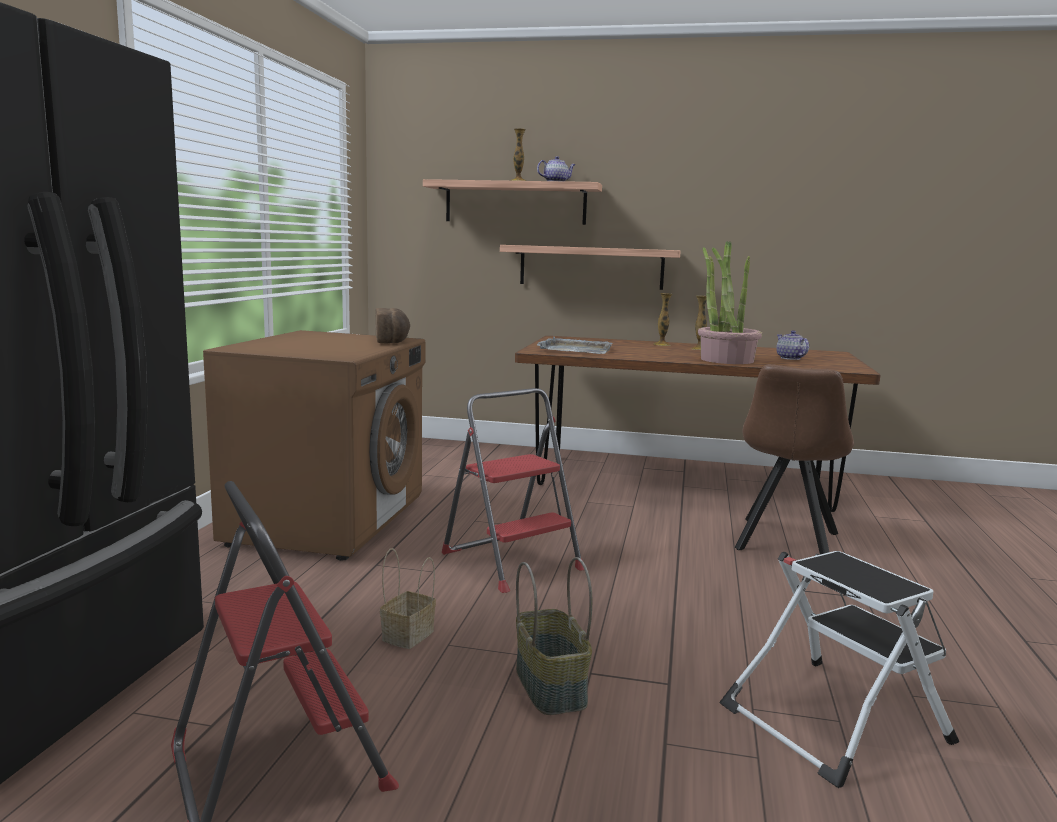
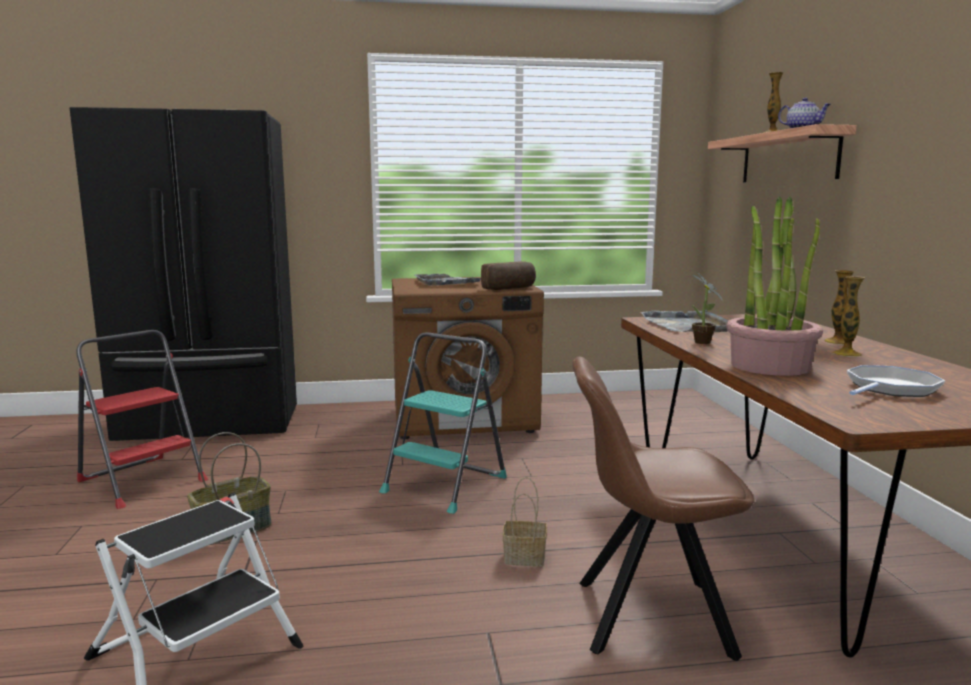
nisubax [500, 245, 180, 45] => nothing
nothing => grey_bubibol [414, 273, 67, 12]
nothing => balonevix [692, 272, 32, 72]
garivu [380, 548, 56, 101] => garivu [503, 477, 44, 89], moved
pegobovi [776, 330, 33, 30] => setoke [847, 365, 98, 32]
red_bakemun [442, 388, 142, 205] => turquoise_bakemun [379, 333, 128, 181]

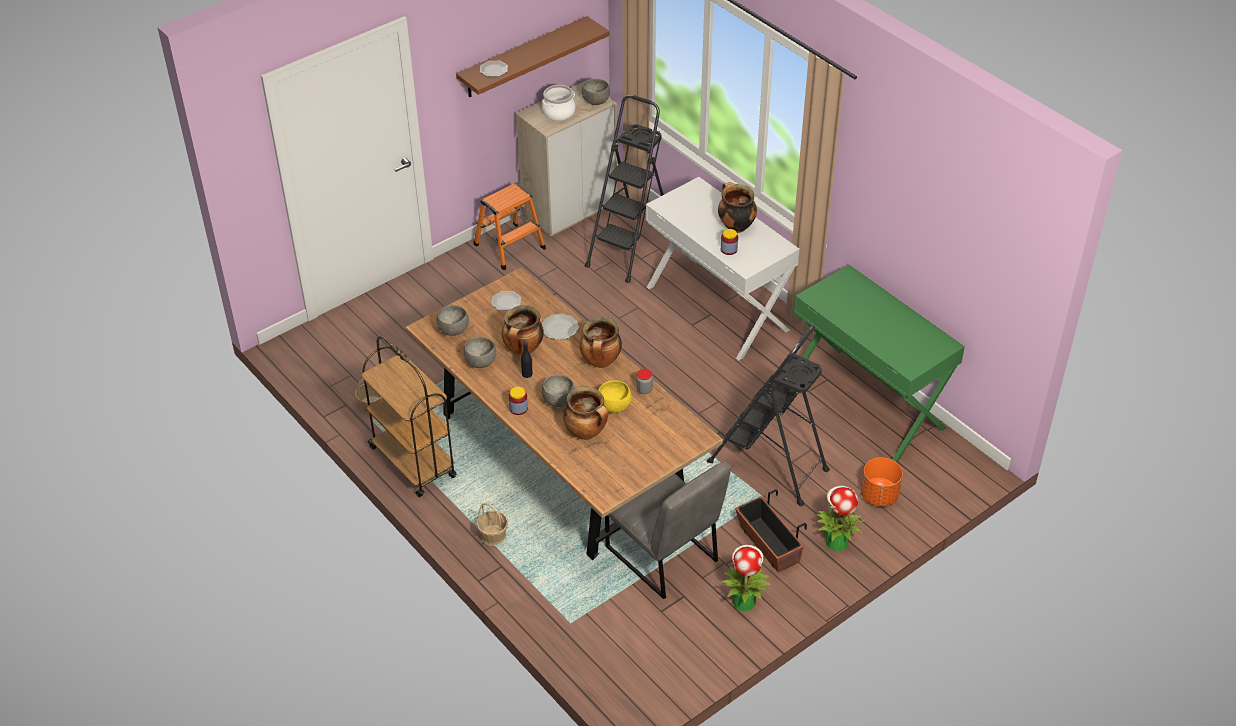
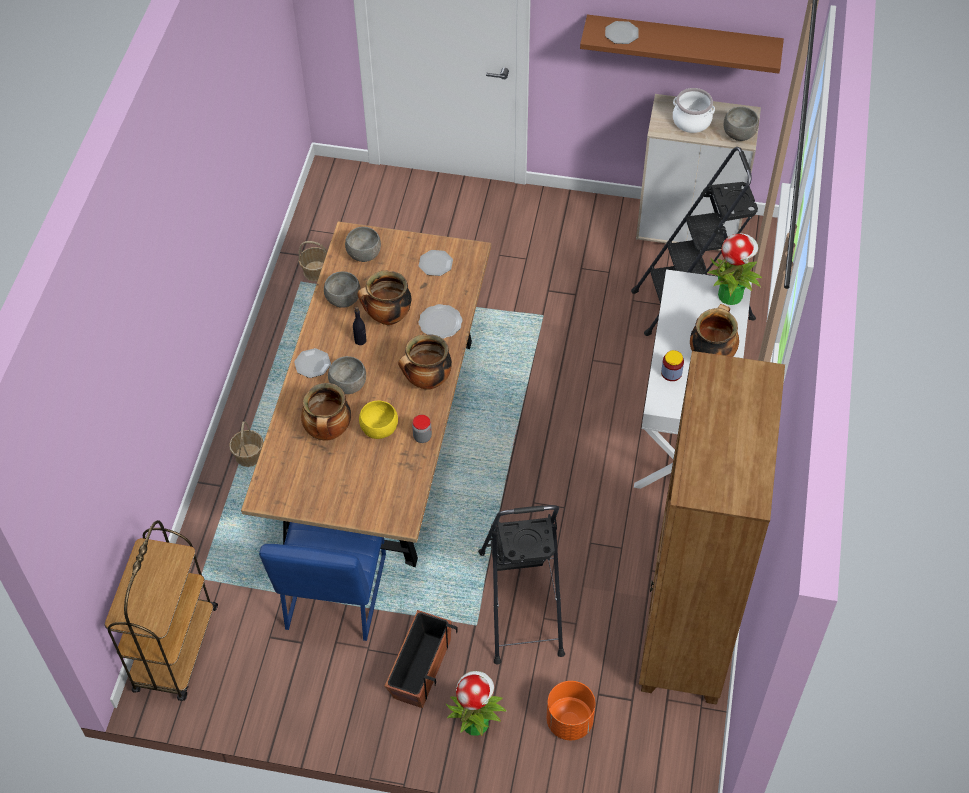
orange_bakemun [473, 182, 73, 88] => nothing
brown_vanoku [361, 336, 96, 161] => brown_vanoku [105, 520, 113, 181], moved
balonevix [722, 545, 50, 66] => balonevix [707, 233, 55, 72], moved
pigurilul [509, 387, 19, 28] => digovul [294, 348, 37, 30]
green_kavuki [794, 265, 171, 197] => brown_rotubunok [639, 351, 146, 354]
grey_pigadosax [605, 462, 126, 137] => blue_pigadosax [259, 522, 127, 119]

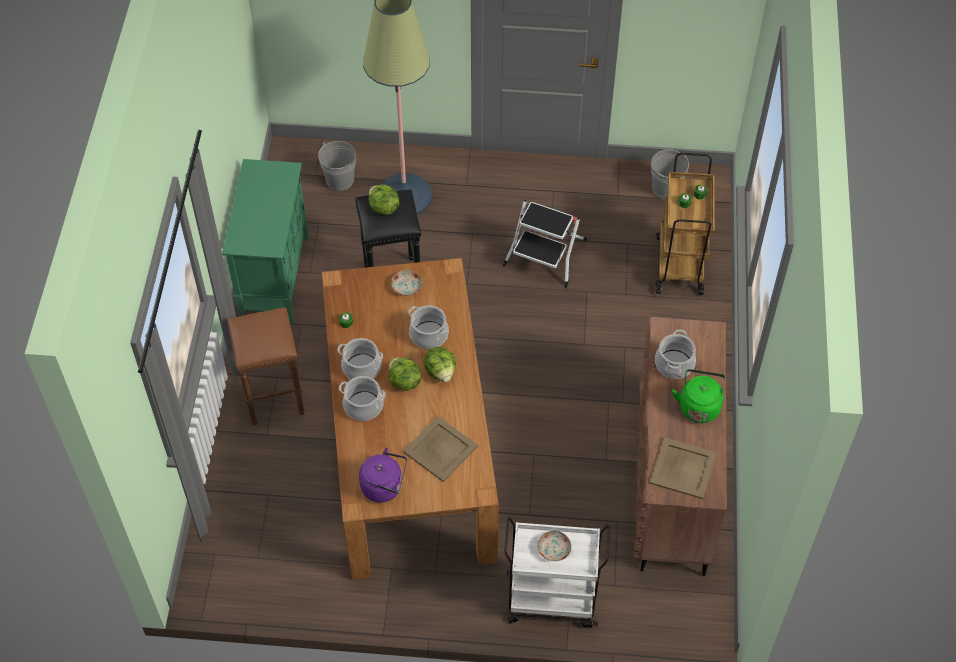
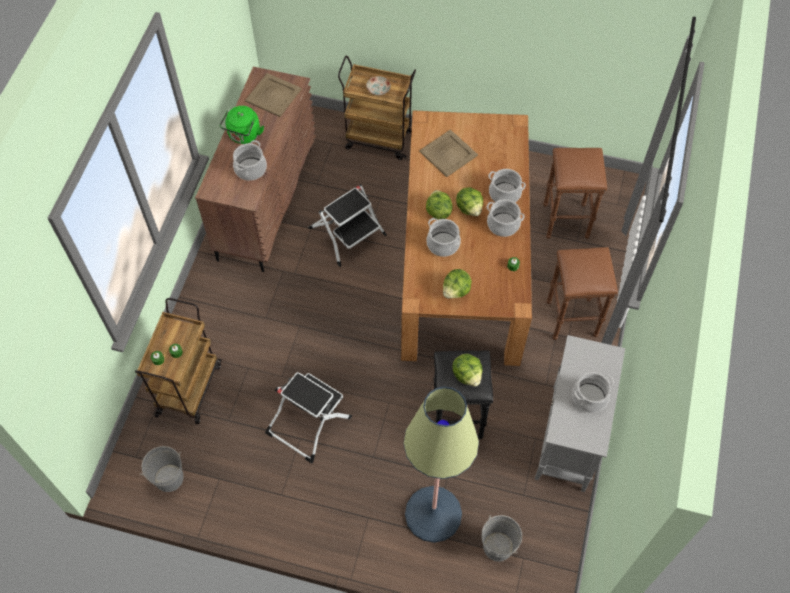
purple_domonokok [359, 448, 48, 54] => nothing
nothing => bakemun [308, 184, 79, 83]
nothing => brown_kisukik [543, 148, 64, 91]
nothing => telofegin [572, 372, 42, 41]
digovul [391, 270, 31, 25] => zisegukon [443, 269, 29, 30]
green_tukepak [222, 159, 87, 165] => grey_tukepak [535, 335, 90, 157]
white_vanoku [505, 517, 105, 112] => brown_vanoku [338, 55, 78, 105]

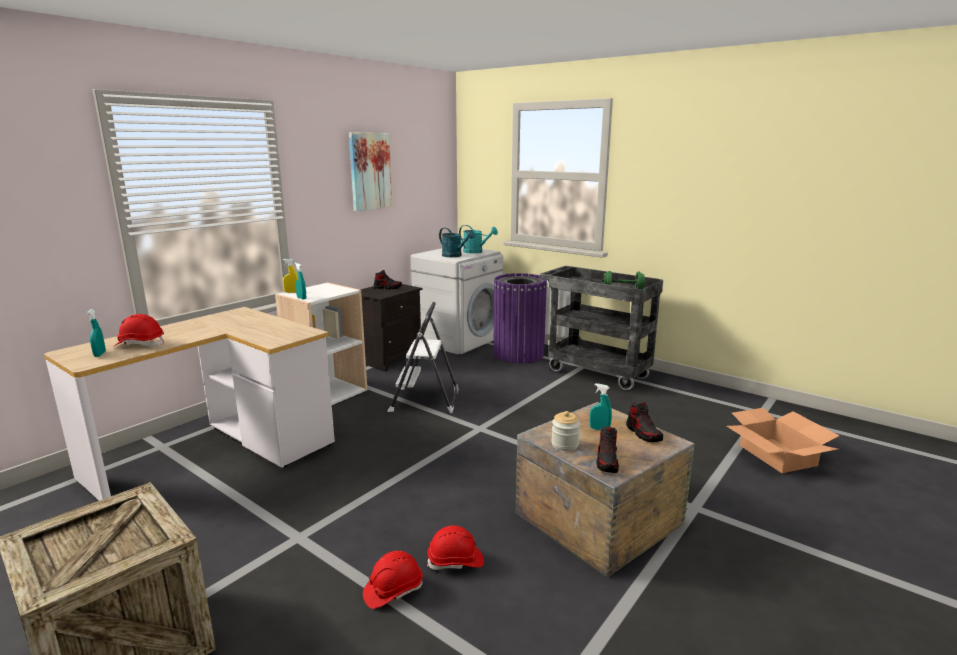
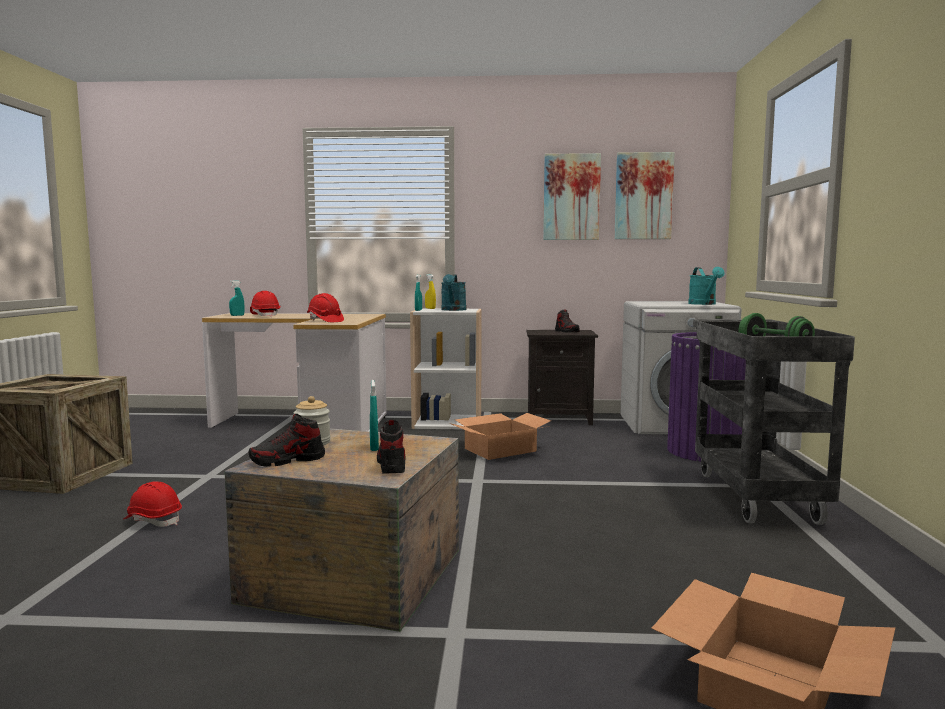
nothing => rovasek [614, 152, 61, 87]
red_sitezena [427, 525, 57, 45] => red_sitezena [307, 293, 37, 29], moved
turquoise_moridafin [439, 228, 36, 29] => turquoise_moridafin [441, 274, 26, 37], moved
white_bakemun [387, 302, 71, 111] => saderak [449, 413, 102, 47]
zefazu [626, 402, 37, 40] => zefazu [377, 420, 29, 54], 135 degrees clockwise

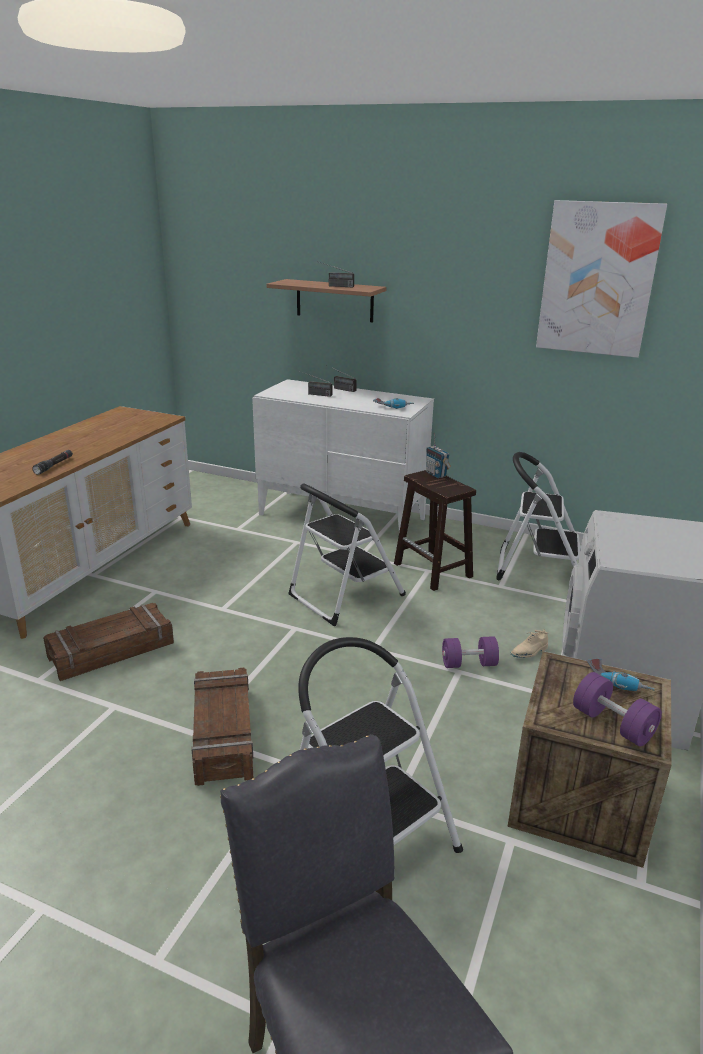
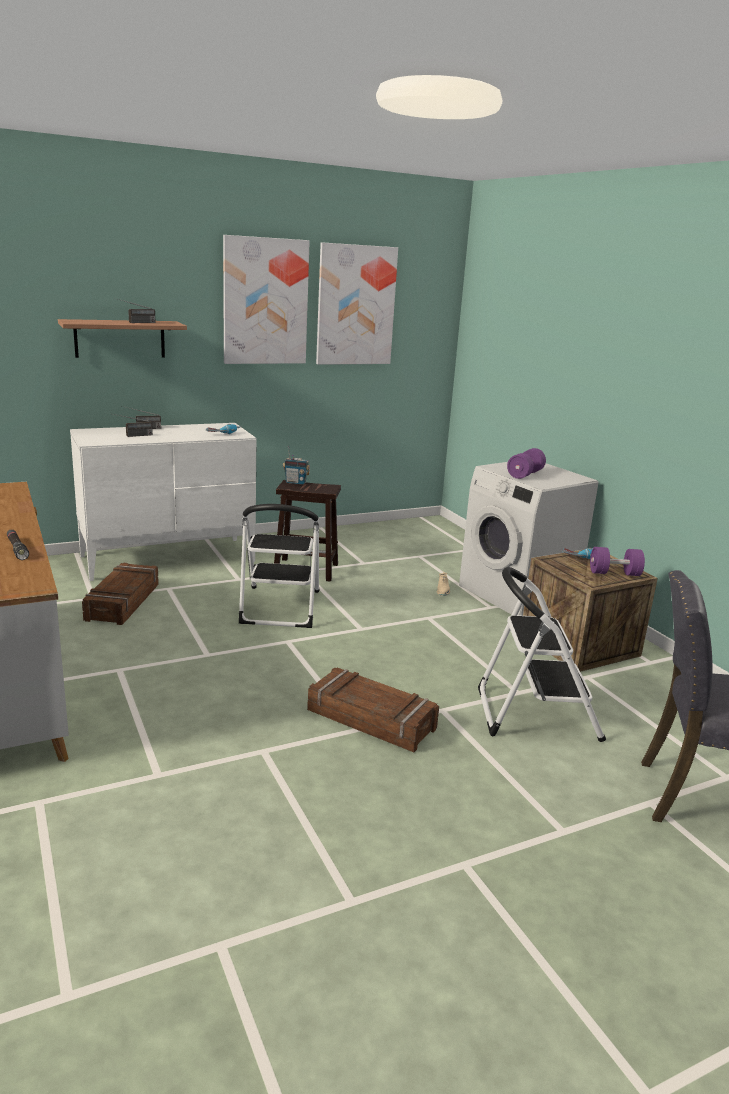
bakemun [496, 452, 85, 128] => nothing
nothing => rovasek [223, 235, 87, 129]
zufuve [43, 603, 131, 78] => zufuve [82, 563, 77, 62], moved
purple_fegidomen [442, 636, 57, 32] => purple_fegidomen [507, 448, 39, 31], moved

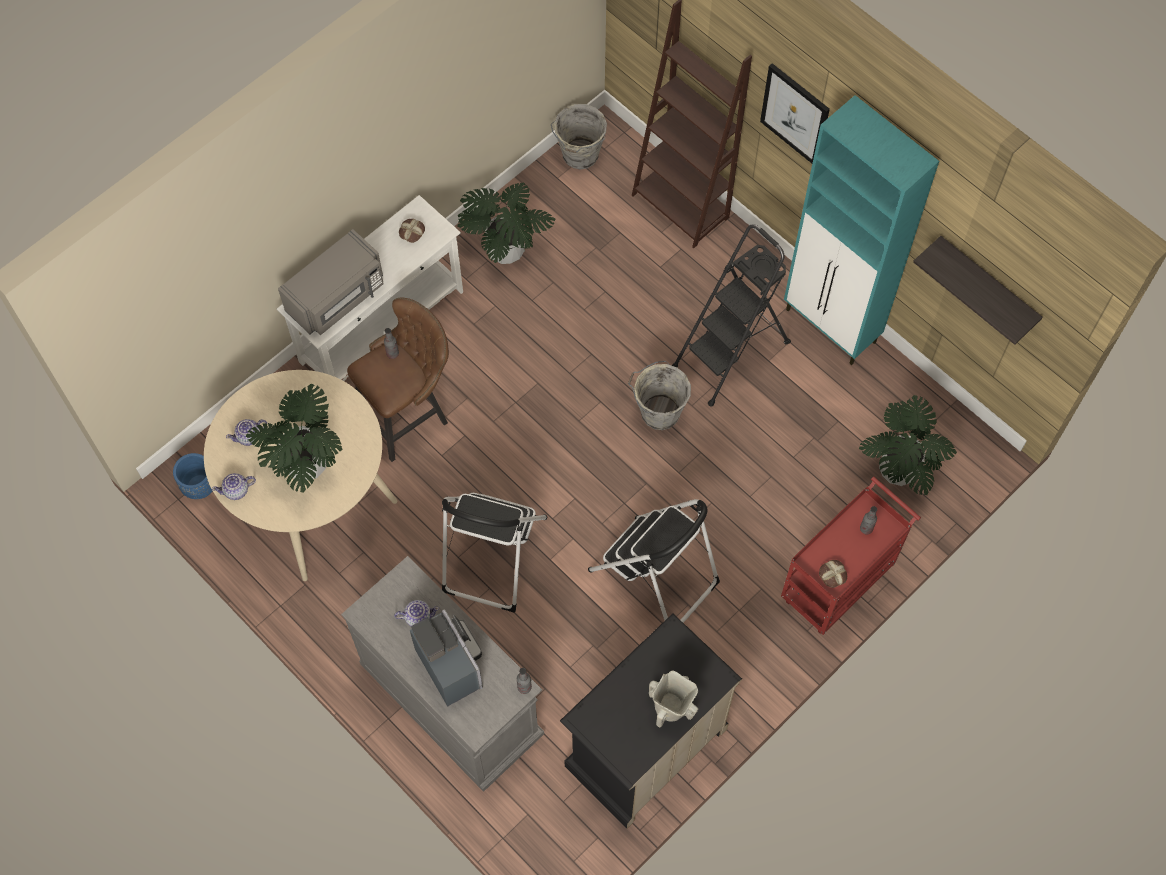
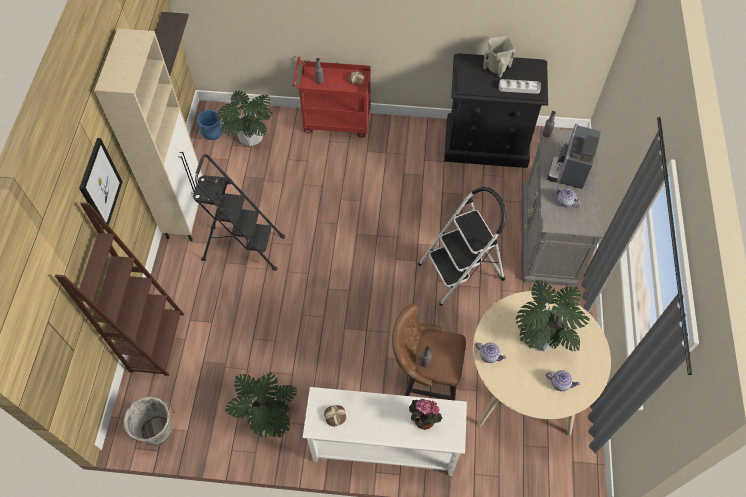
bakemun [588, 499, 132, 124] => nothing
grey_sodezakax [628, 361, 63, 69] => nothing
nothing => grey_bubibol [499, 79, 42, 15]
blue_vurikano [173, 453, 40, 46] => blue_vurikano [197, 110, 26, 30], moved
pegobovi [212, 473, 44, 27] => pegobovi [475, 342, 31, 21], moved
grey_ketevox [278, 229, 106, 106] => balonevix [409, 398, 33, 32]
turquoise_tukepak [784, 95, 155, 270] => beige_tukepak [94, 28, 110, 213]

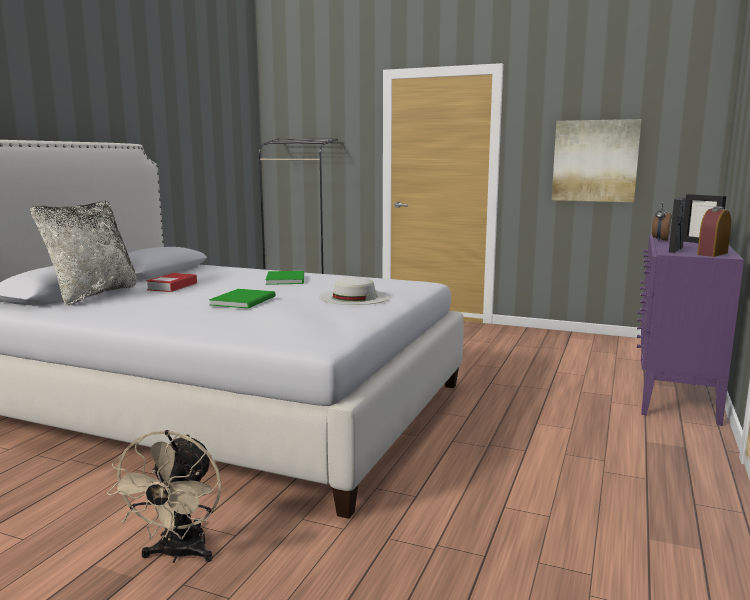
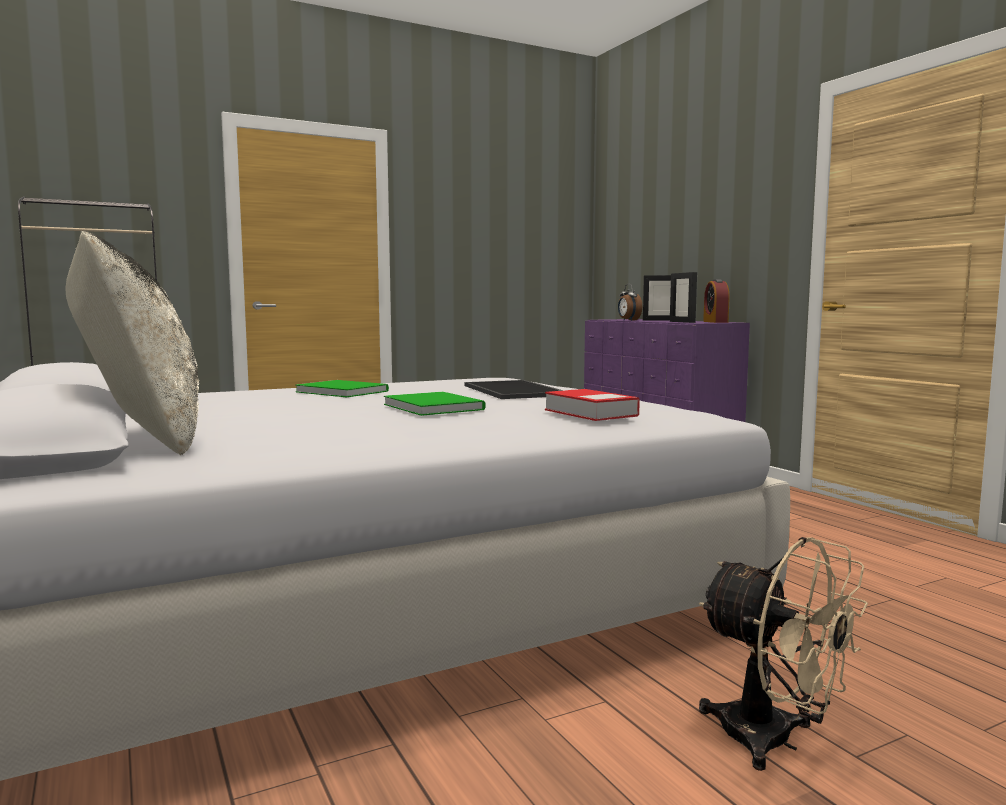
rovasek [552, 119, 89, 83] => nothing
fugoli [146, 273, 51, 19] => fugoli [545, 389, 95, 32], moved
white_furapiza [319, 277, 71, 28] => bubibol [465, 380, 98, 19]

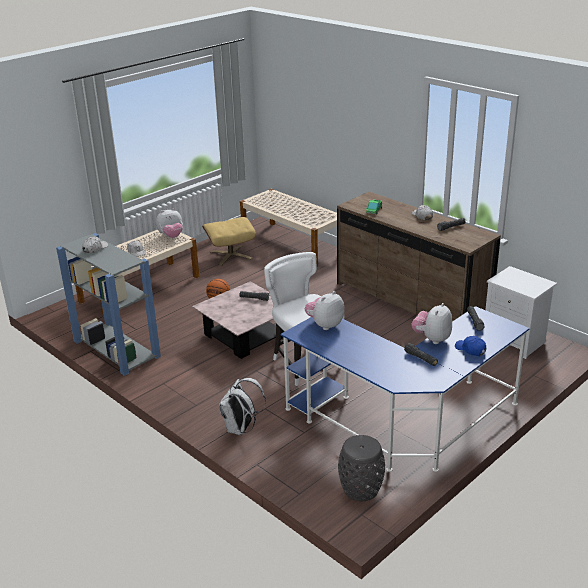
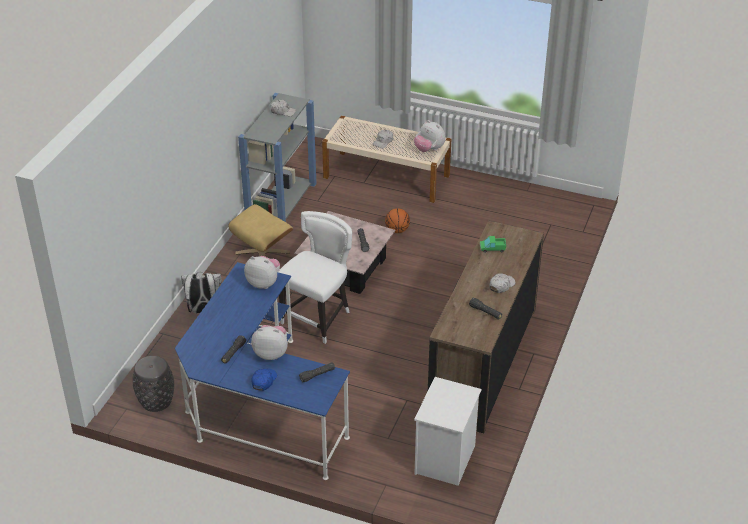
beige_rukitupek [240, 189, 97, 78] => nothing
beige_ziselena [202, 217, 54, 49] => beige_ziselena [228, 204, 65, 53], moved

